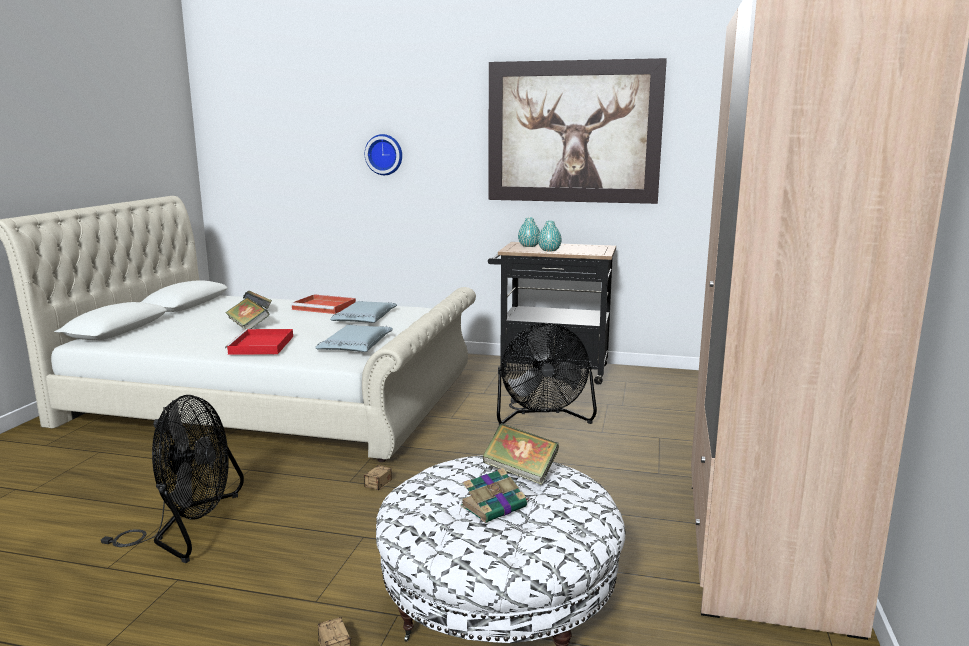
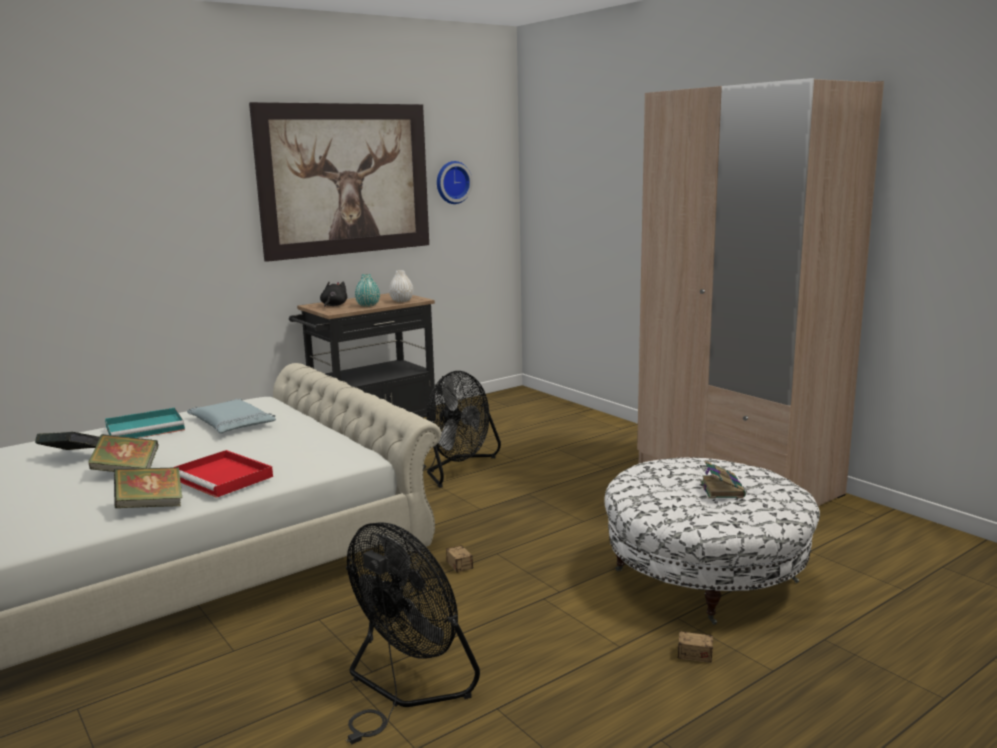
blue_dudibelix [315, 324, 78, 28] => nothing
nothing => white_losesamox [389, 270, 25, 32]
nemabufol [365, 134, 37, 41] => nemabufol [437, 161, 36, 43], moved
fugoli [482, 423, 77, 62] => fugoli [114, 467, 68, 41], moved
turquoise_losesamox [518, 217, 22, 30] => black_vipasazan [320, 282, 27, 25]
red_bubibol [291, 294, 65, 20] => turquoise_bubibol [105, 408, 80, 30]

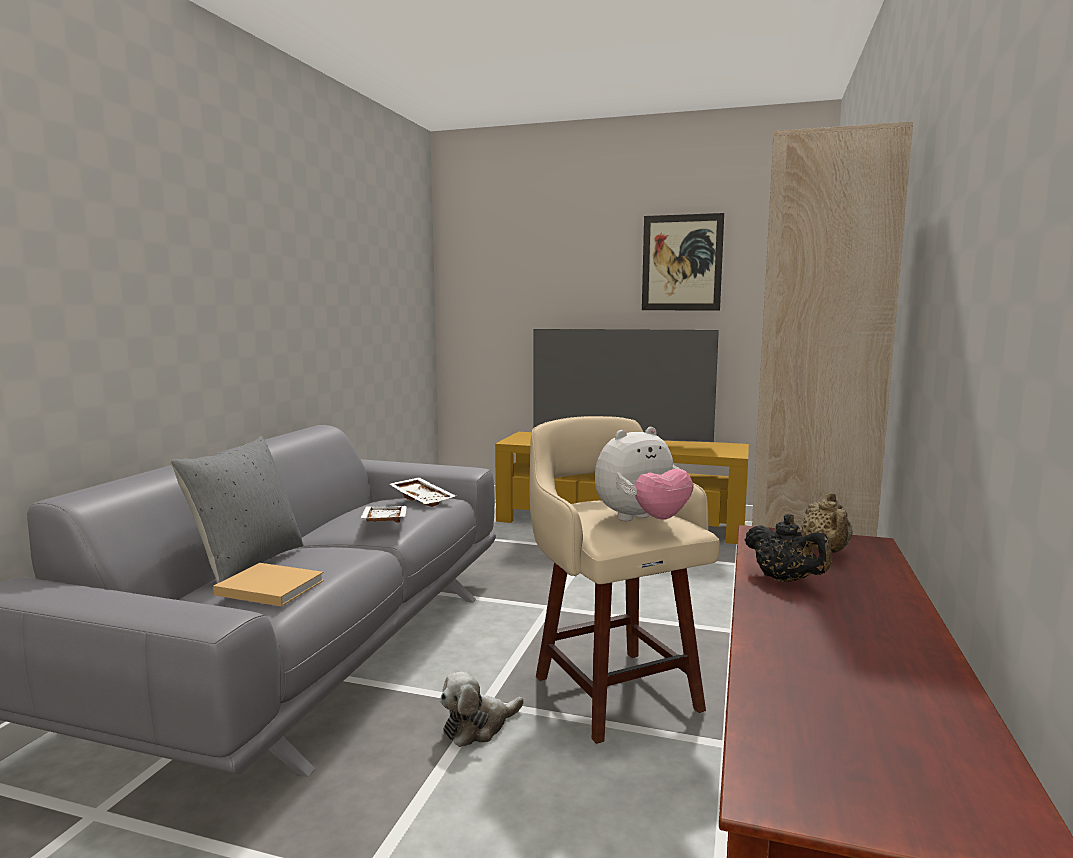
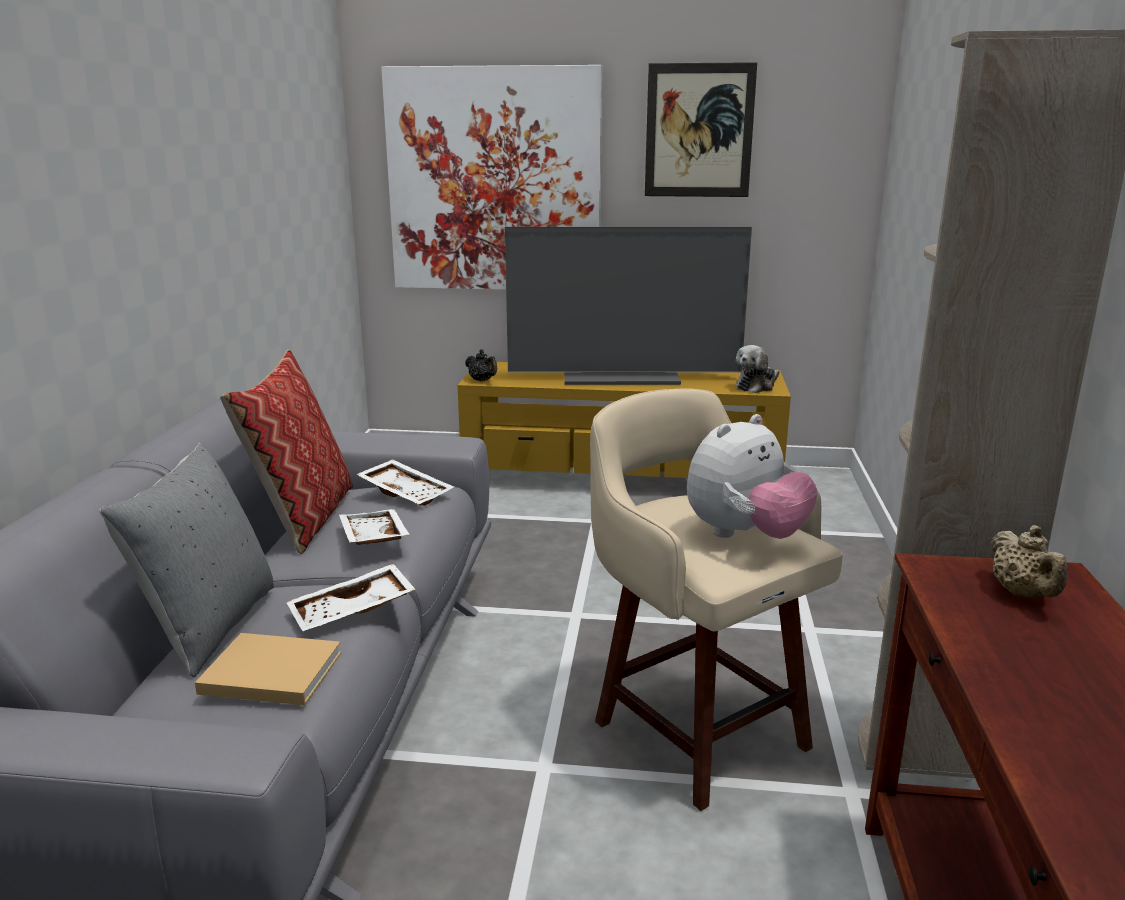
nothing => dudibelix [220, 349, 133, 205]
nothing => white_bubibol [286, 564, 130, 67]
nothing => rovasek [381, 65, 221, 225]
vipasazan [440, 672, 84, 75] => vipasazan [736, 345, 43, 48], moved
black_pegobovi [745, 514, 87, 68] => black_pegobovi [465, 349, 32, 32], moved

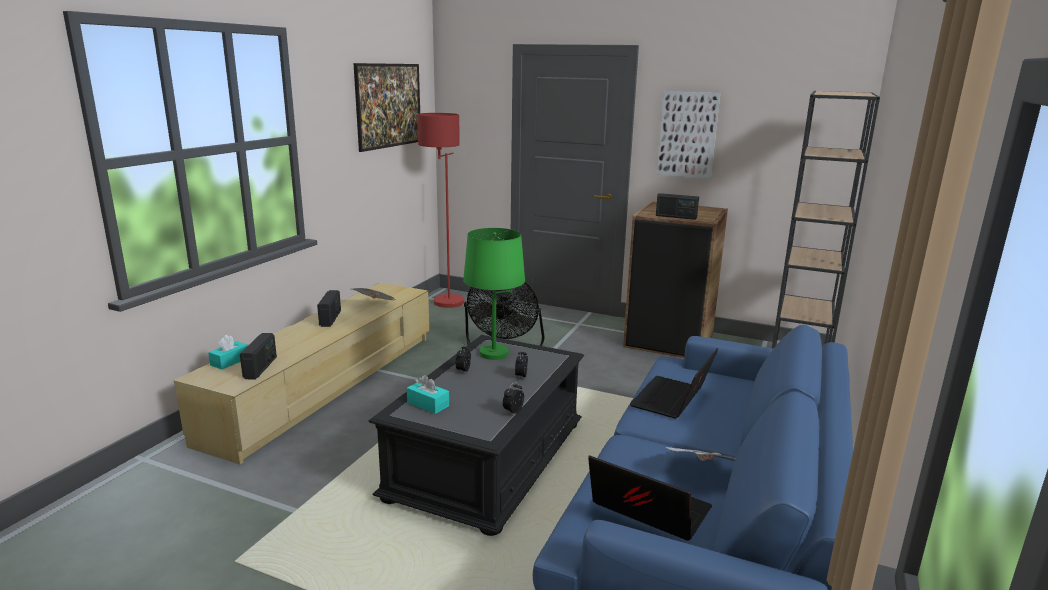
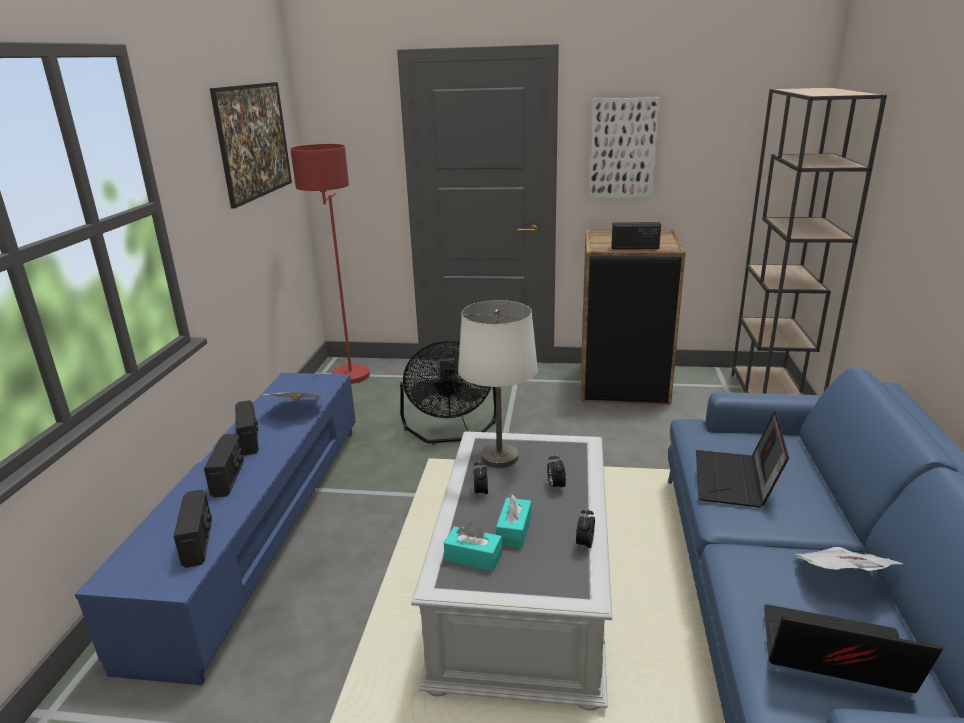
nothing => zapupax [204, 434, 40, 63]
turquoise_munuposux [208, 335, 40, 34] => turquoise_munuposux [496, 494, 35, 54], moved
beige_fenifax [173, 283, 256, 181] => blue_fenifax [75, 373, 281, 313]
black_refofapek [369, 335, 215, 201] => white_refofapek [411, 431, 201, 280]
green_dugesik [463, 228, 62, 132] => white_dugesik [458, 300, 80, 168]

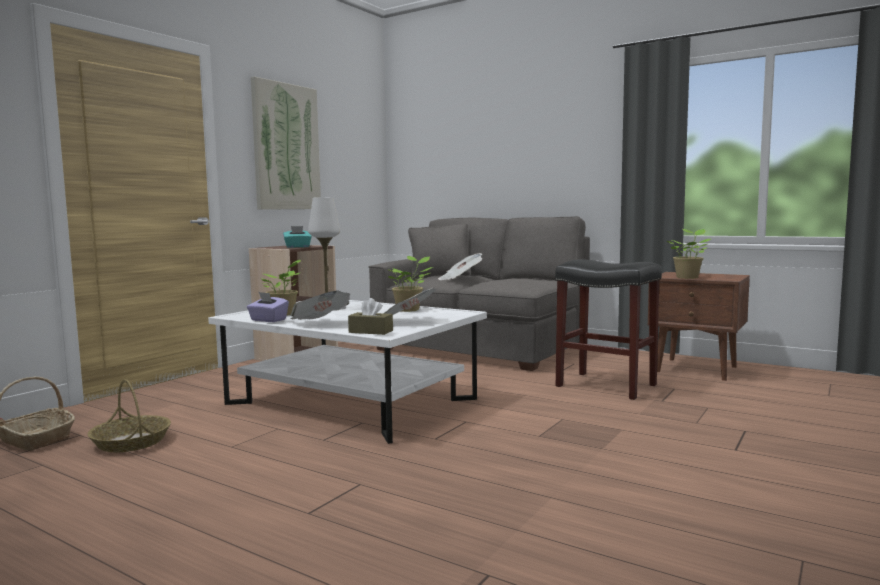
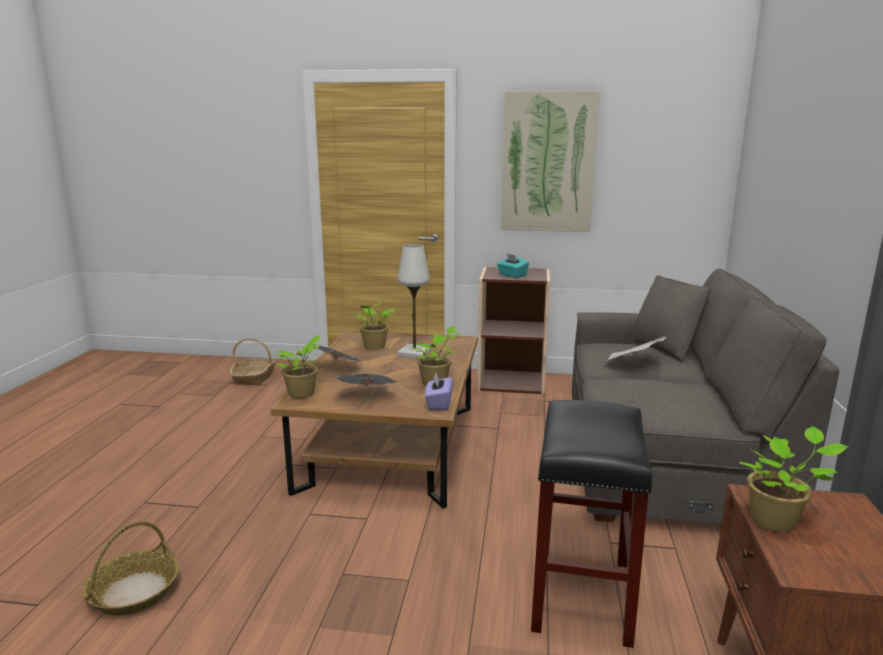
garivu [88, 379, 83, 73] => garivu [82, 521, 97, 95], moved
purple_munuposux [247, 292, 42, 30] => purple_munuposux [425, 372, 28, 38], moved
brown_munuposux [348, 298, 45, 37] => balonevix [276, 335, 44, 63]
white_refofapek [208, 300, 279, 144] => brown_refofapek [270, 330, 208, 178]

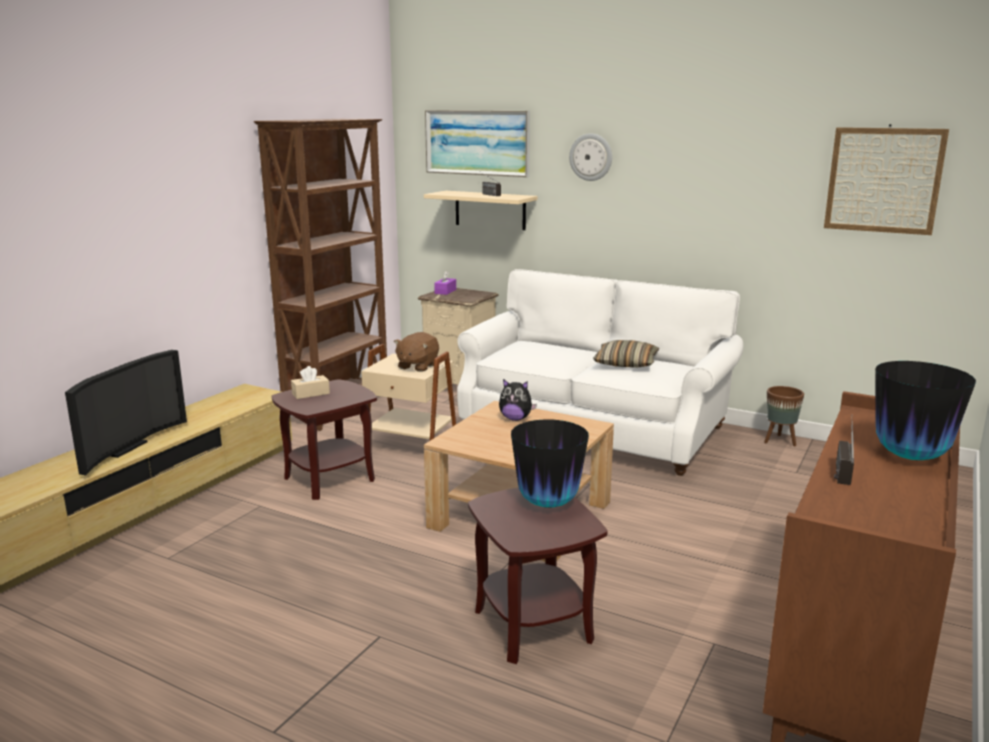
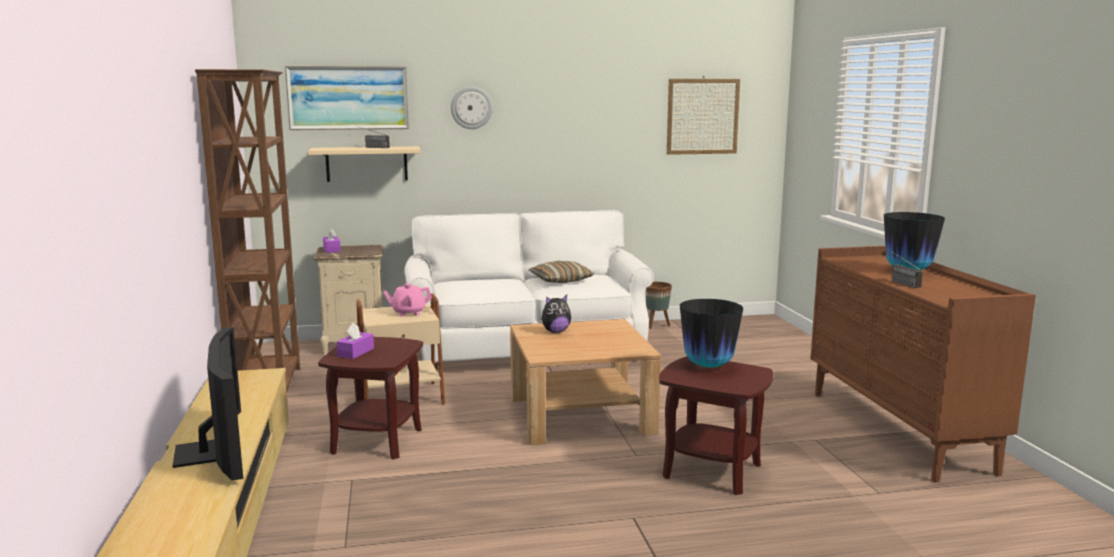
brown_vipasazan [394, 332, 45, 40] => pink_pegobovi [383, 283, 49, 33]
beige_munuposux [291, 366, 39, 33] => purple_munuposux [336, 323, 38, 36]

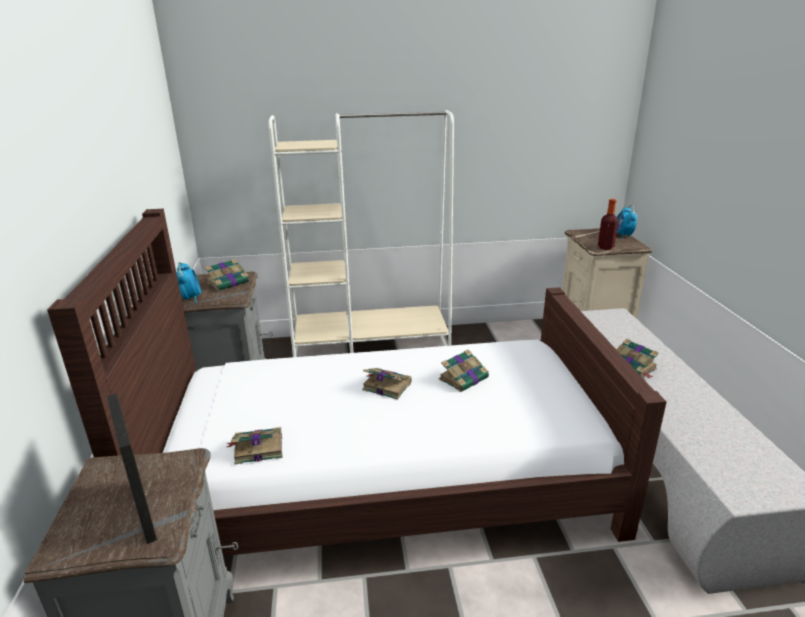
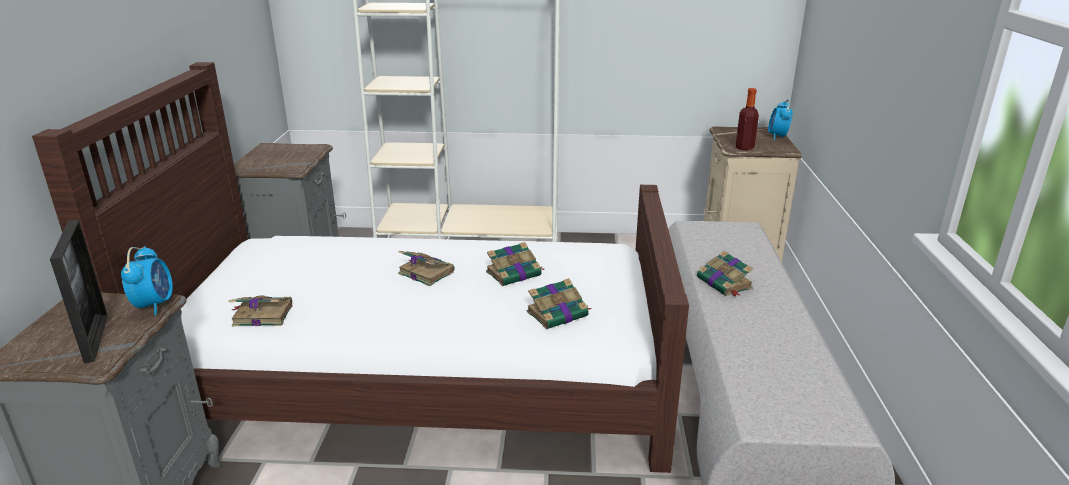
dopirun [176, 262, 25, 41] => dopirun [121, 246, 52, 69], moved
fugoli [205, 259, 47, 32] => fugoli [527, 278, 65, 51], moved

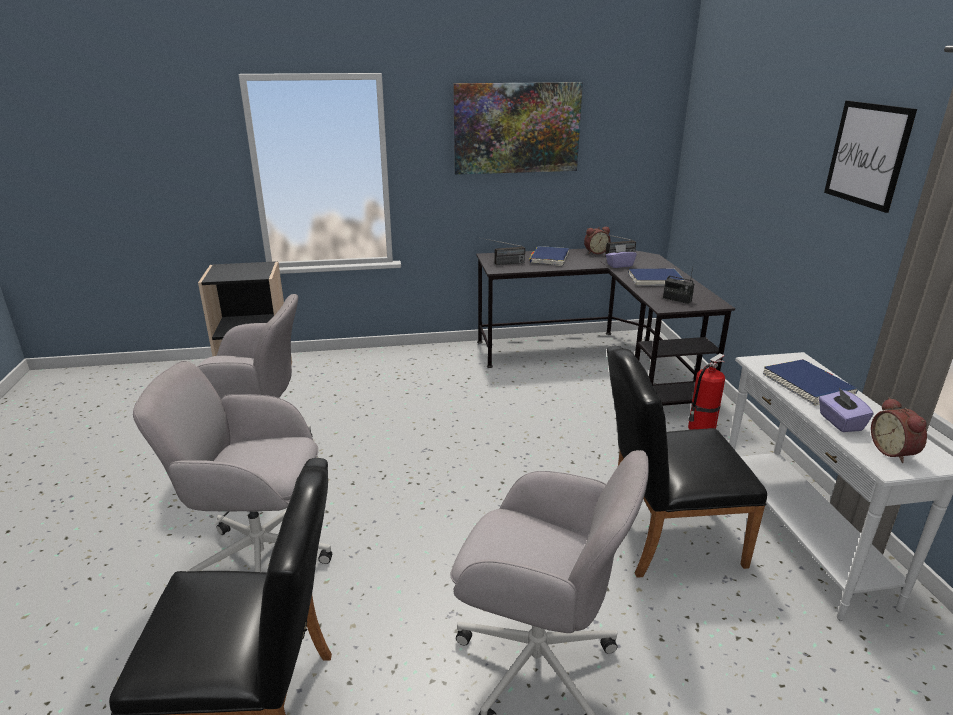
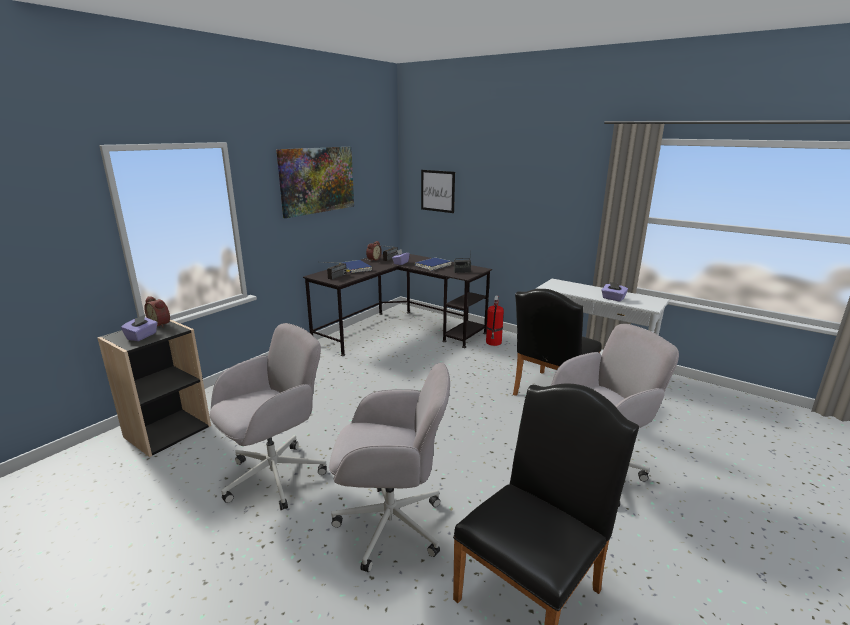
blue_fugoli [763, 359, 95, 47] => nothing
nothing => purple_munuposux [121, 314, 37, 27]
rovasek [824, 101, 93, 112] => rovasek [421, 170, 34, 43], moved
dopirun [871, 397, 56, 66] => dopirun [144, 296, 26, 32], moved
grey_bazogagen [133, 361, 199, 211] => grey_bazogagen [329, 363, 121, 209], 135 degrees counterclockwise

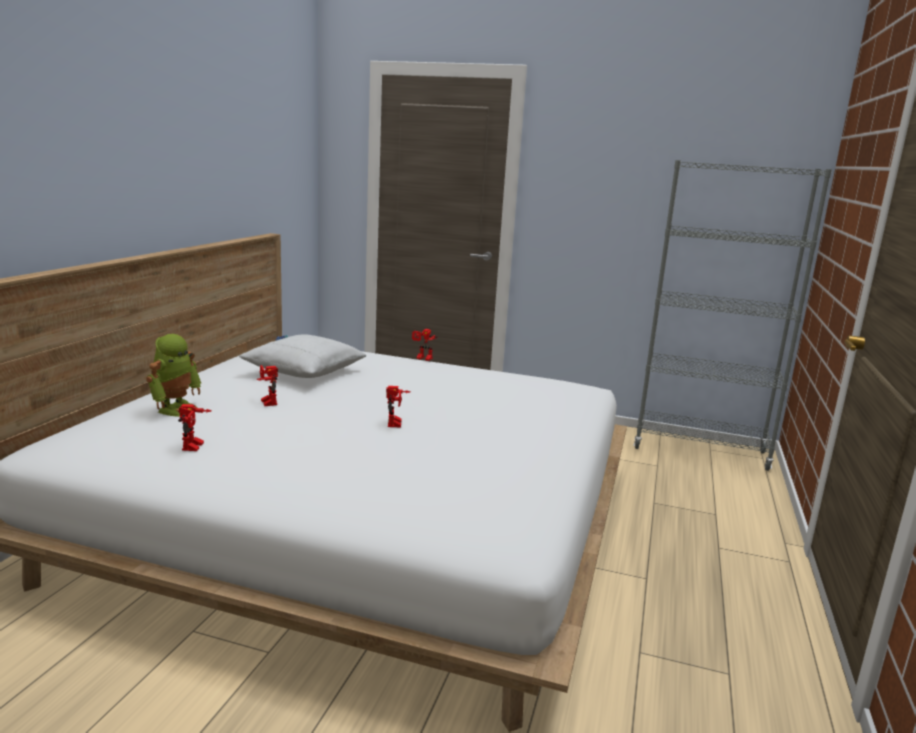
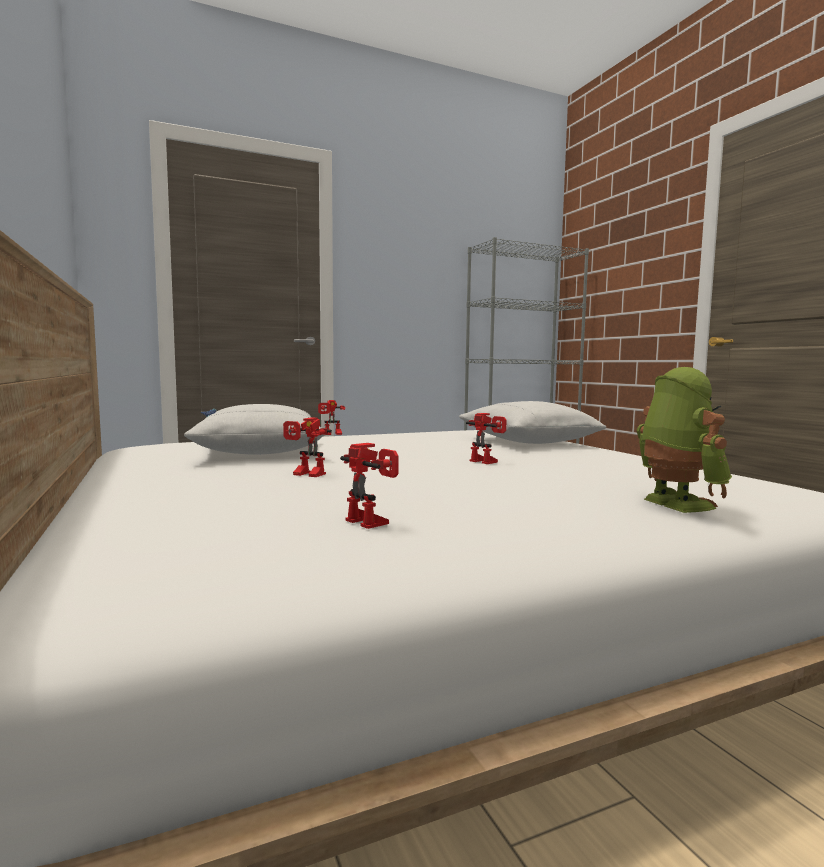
nothing => grey_dudibelix [459, 401, 147, 43]
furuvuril [146, 334, 55, 83] => furuvuril [636, 367, 96, 146], moved

